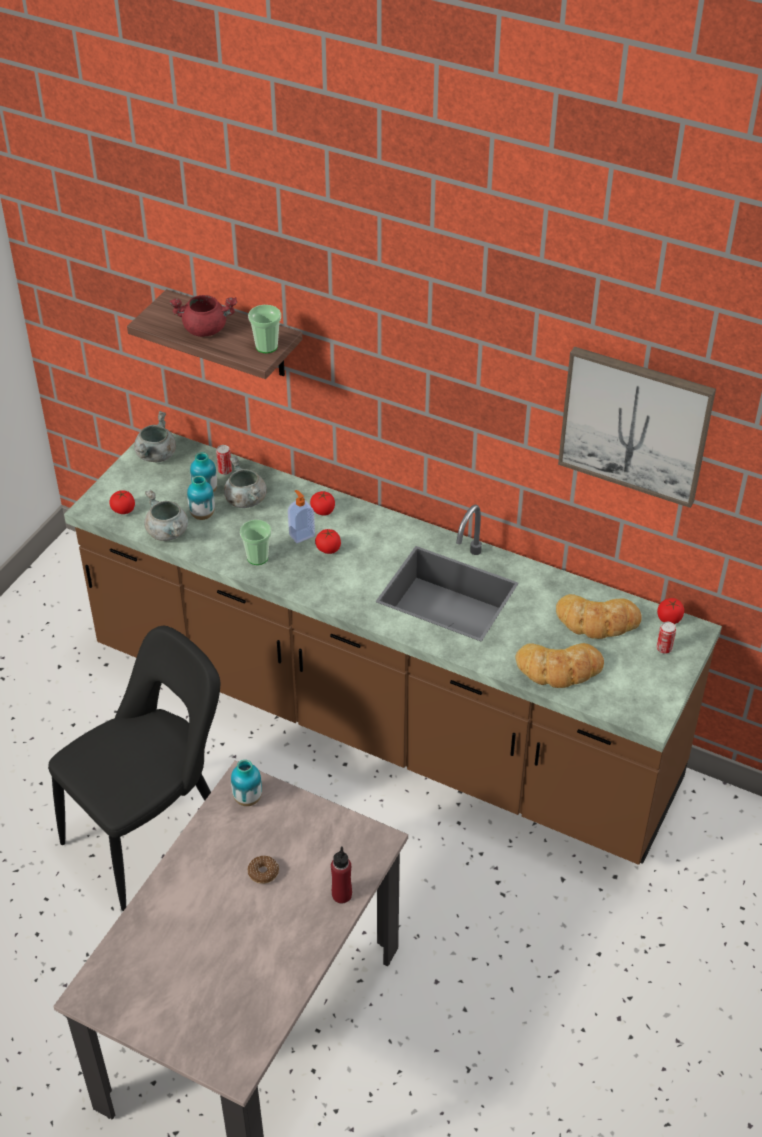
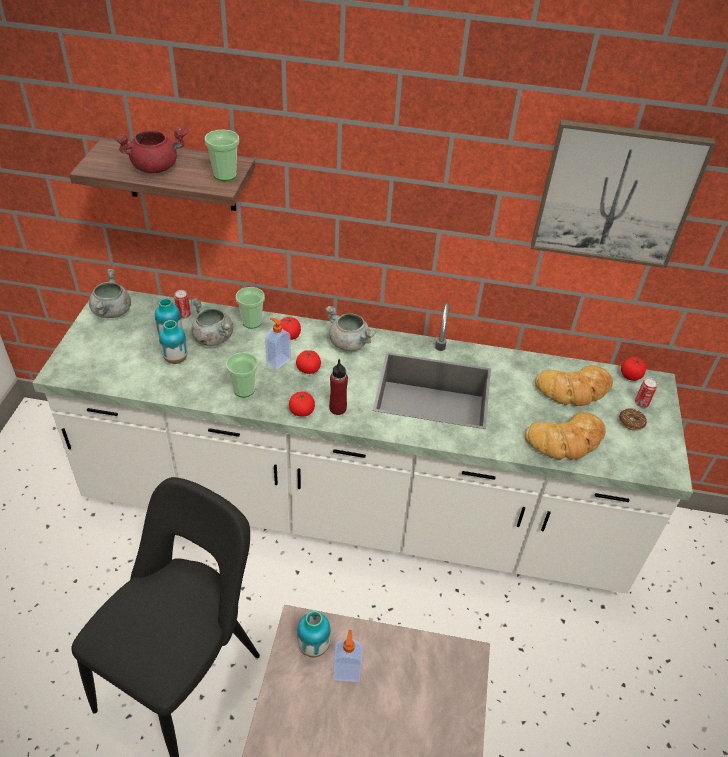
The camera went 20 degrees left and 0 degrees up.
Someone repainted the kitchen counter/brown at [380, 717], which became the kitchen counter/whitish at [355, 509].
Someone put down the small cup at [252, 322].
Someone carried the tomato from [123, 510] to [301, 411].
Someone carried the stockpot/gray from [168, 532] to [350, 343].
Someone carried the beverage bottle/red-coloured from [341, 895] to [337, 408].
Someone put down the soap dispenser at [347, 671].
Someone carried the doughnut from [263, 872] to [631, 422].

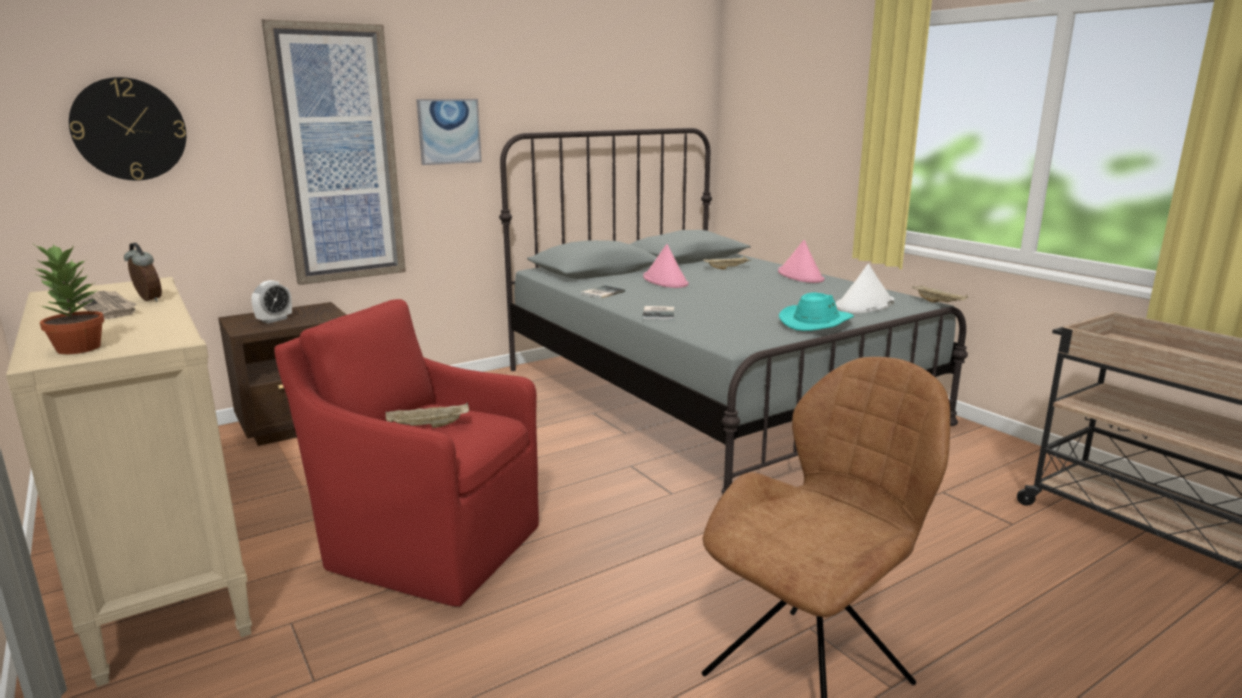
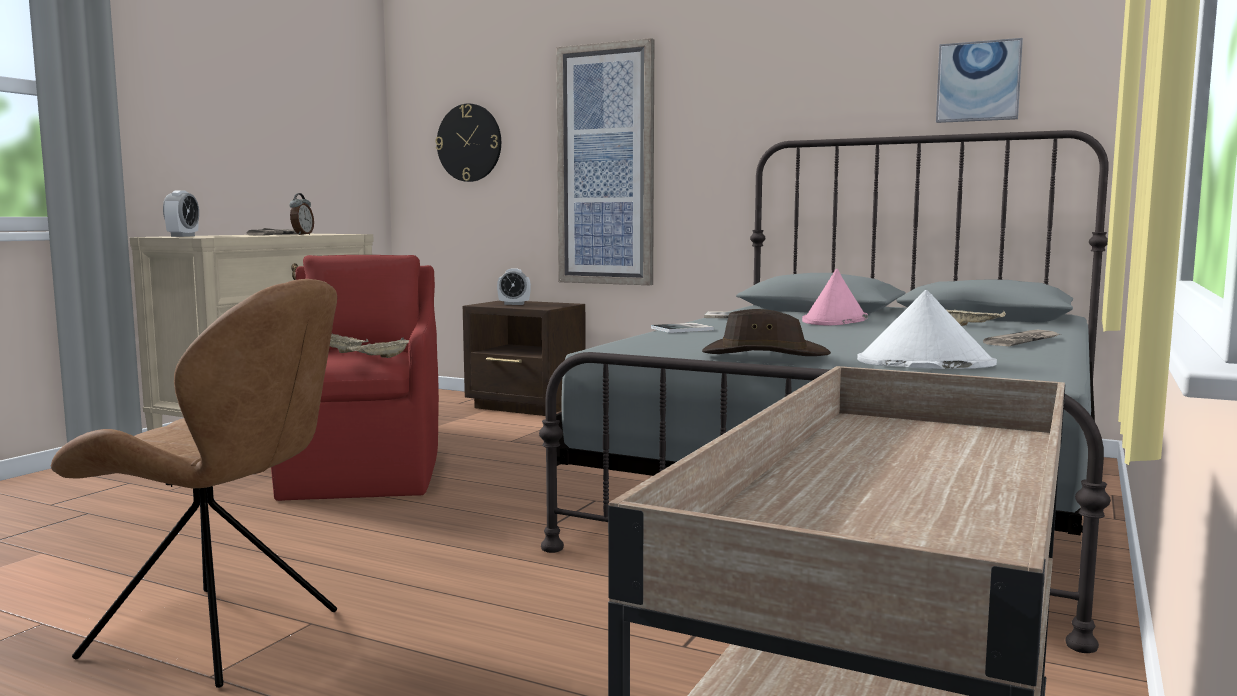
The camera went 60 degrees right and 10 degrees down.
Someone swapped the plant in a pot at [78, 348] for the table clock at [183, 236].
Someone carried the serving tray/beige from [939, 303] to [381, 358].
Someone repainted the wearable hat/turquoise at [816, 322], which became the wearable hat/brown at [764, 355].
Someone carried the wall picture from [449, 131] to [978, 81].
Someone swapped the wearable hat/pink-coloured at [800, 276] for the newspaper at [1023, 341].

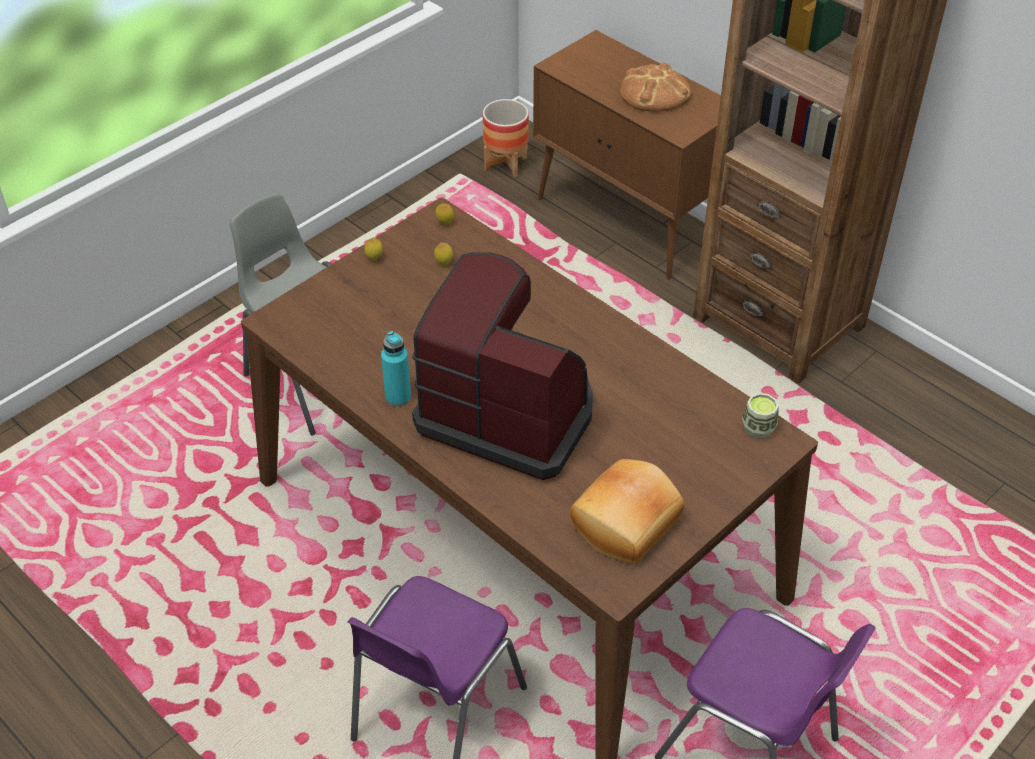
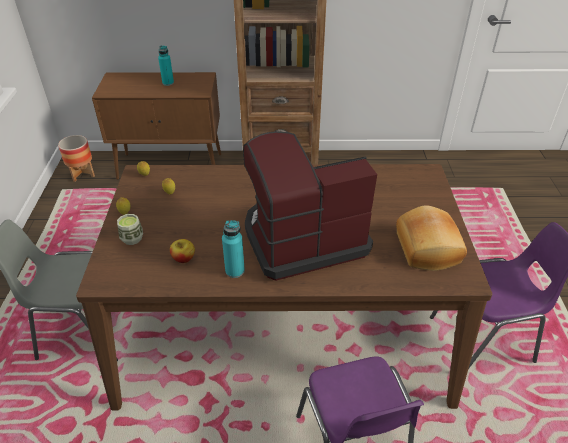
The camera went 45 degrees left and 5 degrees down.
Someone carried the small cup from [758, 428] to [132, 238].
Someone swapped the bread at [654, 92] for the beverage bottle/turquoise at [168, 83].
Someone put down the apple at [183, 258].

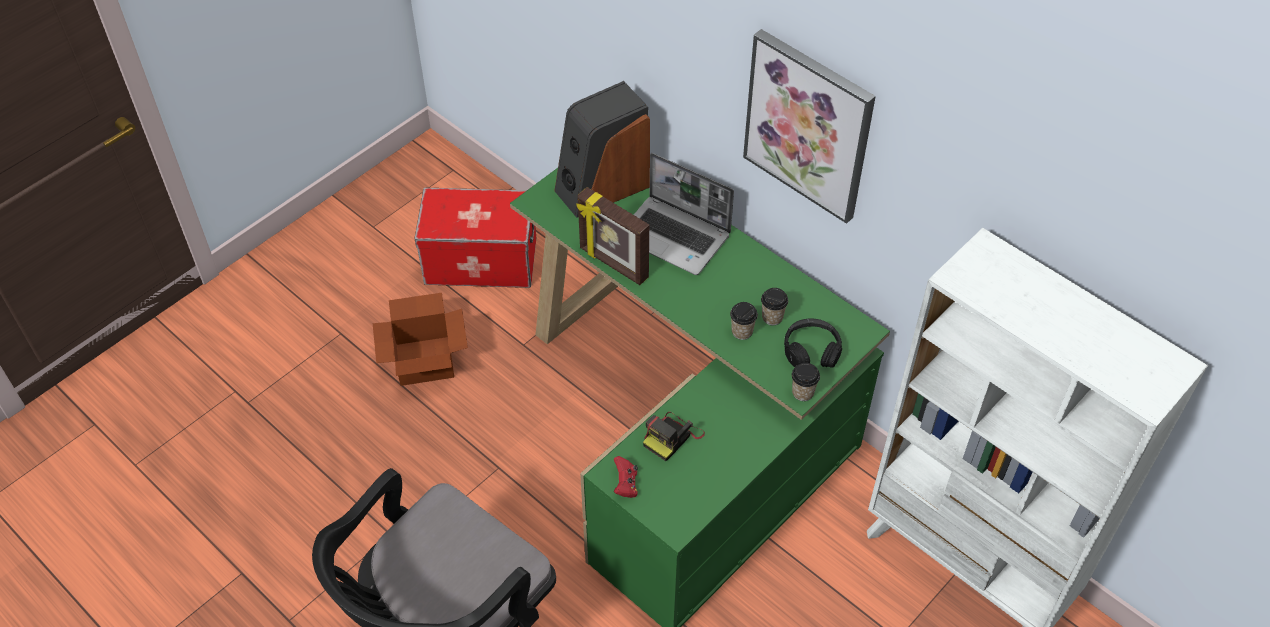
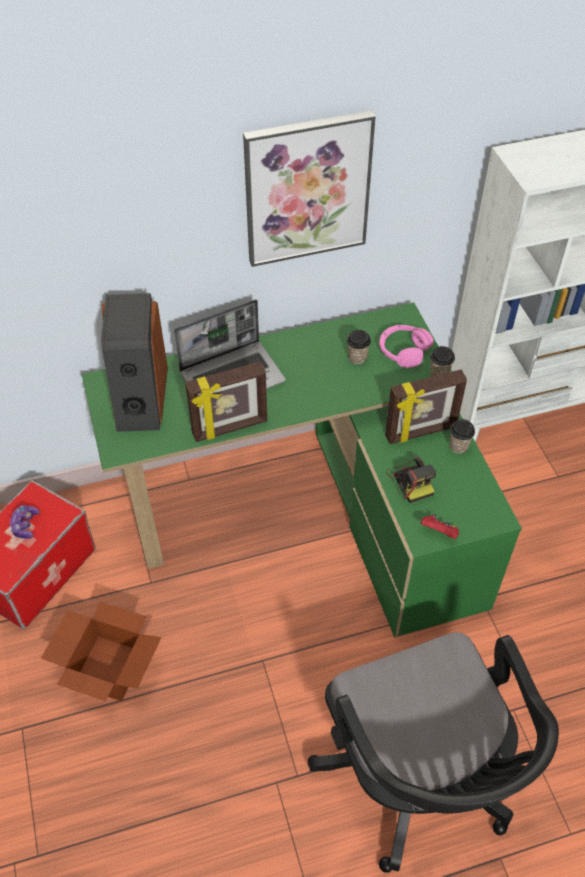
The camera went 60 degrees left and 0 degrees up.
Someone put down the game controller at [25, 525].
Someone repainted the headset/black-coloured at [811, 350], which became the headset/pink-coloured at [403, 351].
Someone put down the standing frame at [421, 432].
Someone carried the small cup from [742, 331] to [458, 446].

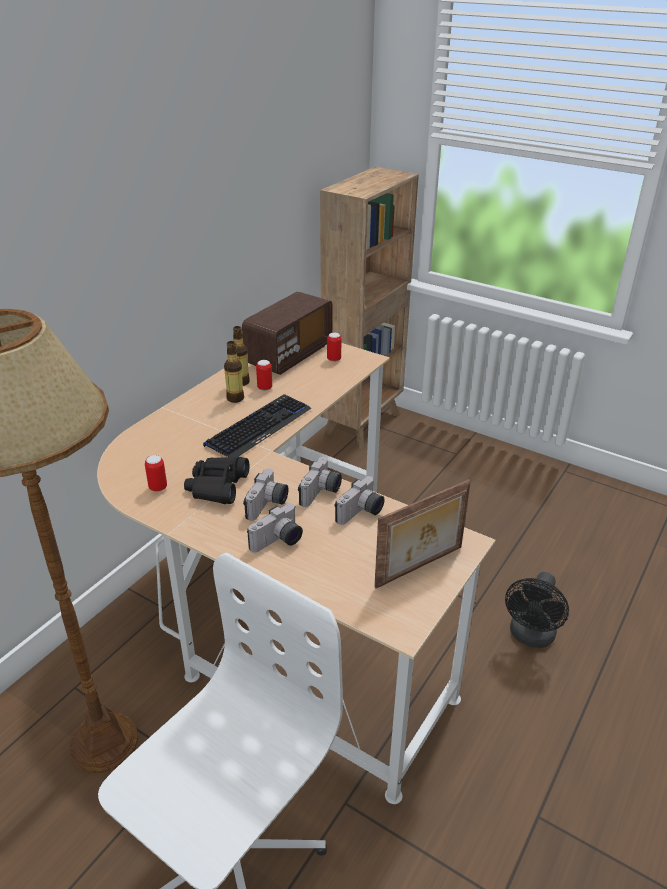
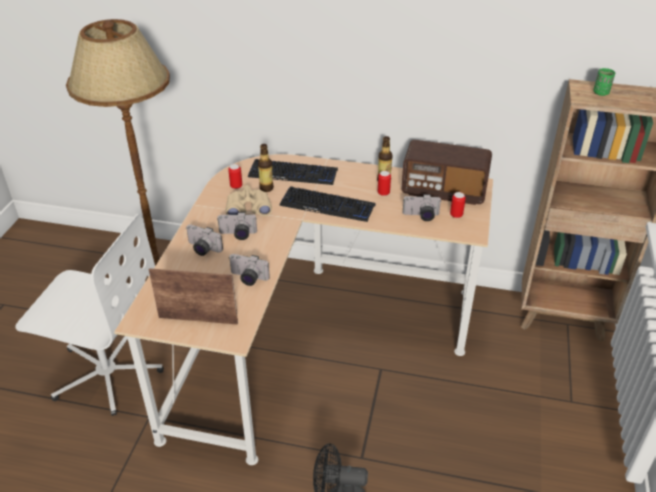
The camera went 70 degrees right and 5 degrees up.
Someone rotated the standing frame at [420, 568] by 150 degrees clockwise.
Someone repainted the pair of binoculars/black-coloured at [217, 486], which became the pair of binoculars/beige at [248, 208].
Someone put down the computer keyboard at [293, 174].
Someone carried the beverage bottle from [235, 398] to [266, 188].
Someone carried the still camera from [321, 493] to [421, 216].
Someone put down the small cup/green at [601, 93].

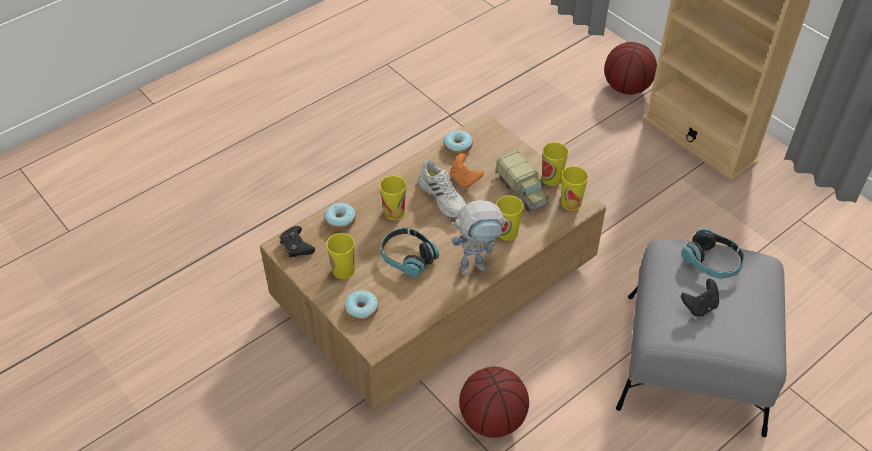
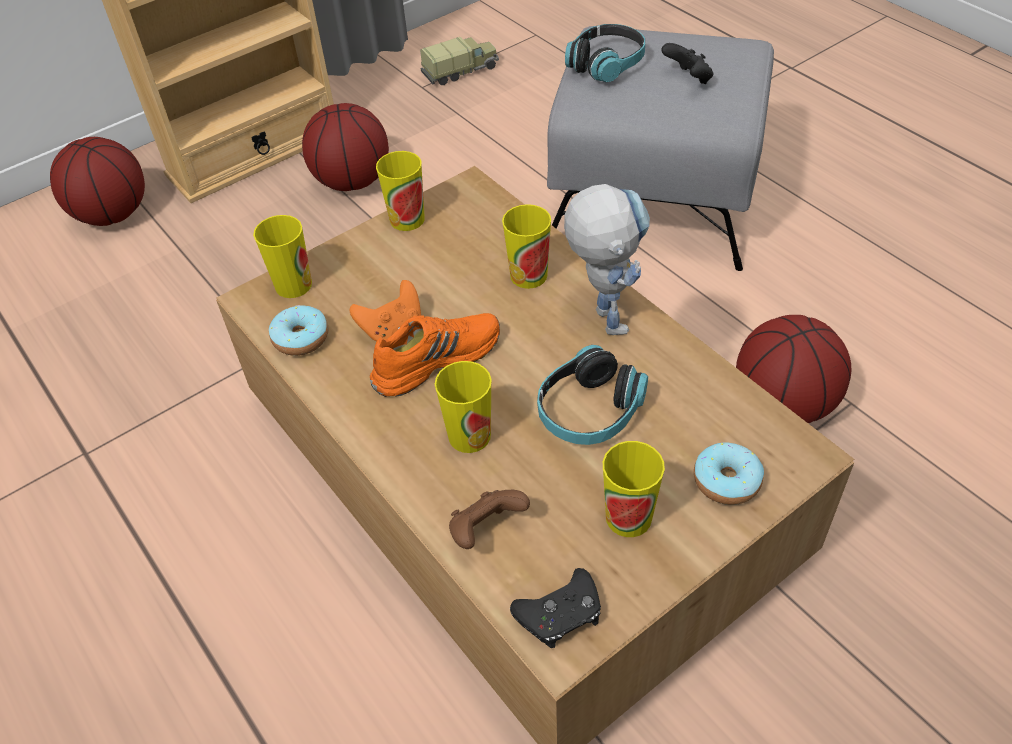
The camera went 85 degrees left and 0 degrees up.
Someone carried the small cup from [570, 203] to [293, 285].
Someone put down the basketball ball at [352, 181].
Someone repainted the low shoe/whitish at [443, 197], which became the low shoe/orange-coloured at [436, 359].
Someone carried the model truck from [522, 191] to [461, 71].
Someone swapped the doughnut at [340, 220] for the game controller/brown at [486, 530].

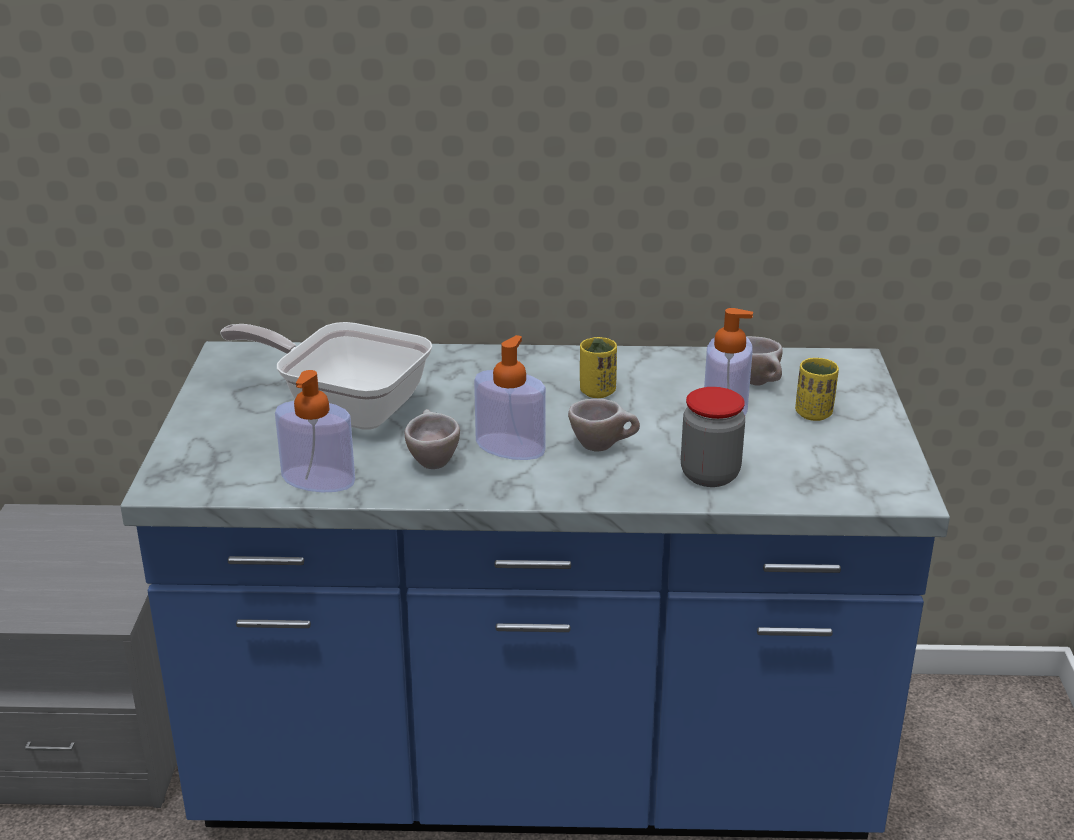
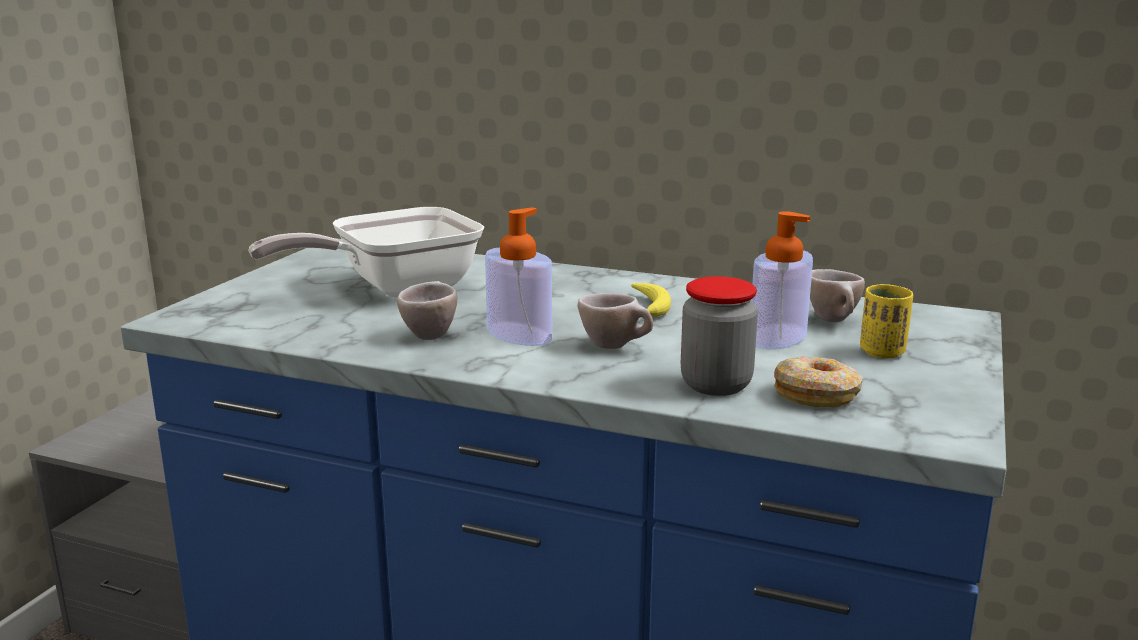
The camera went 20 degrees right and 10 degrees down.
Someone rotated the pan at [345, 408] by 75 degrees counterclockwise.
Someone swapped the small cup/yellow at [597, 392] for the banana at [650, 307].
Someone put down the doughnut at [816, 395].
Someone took away the soap dispenser at [318, 479].

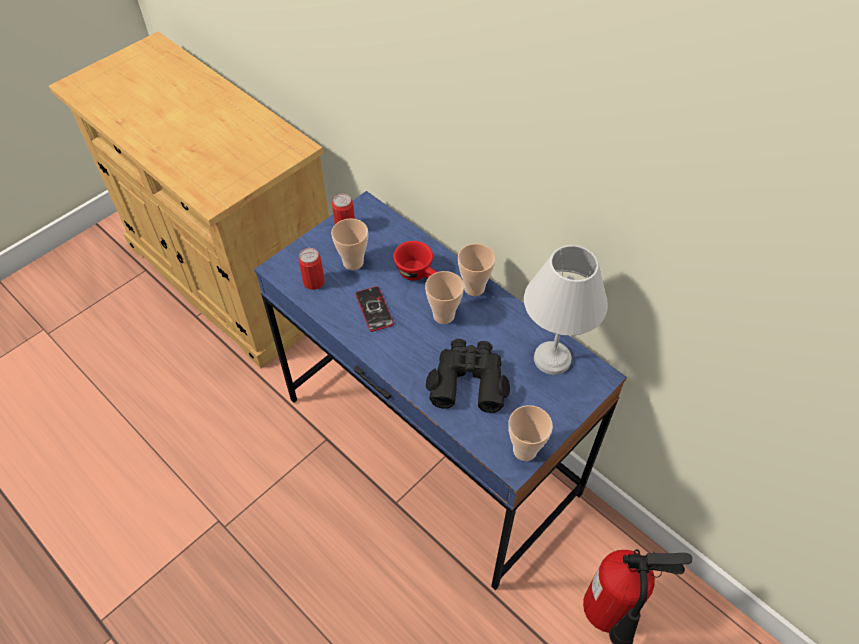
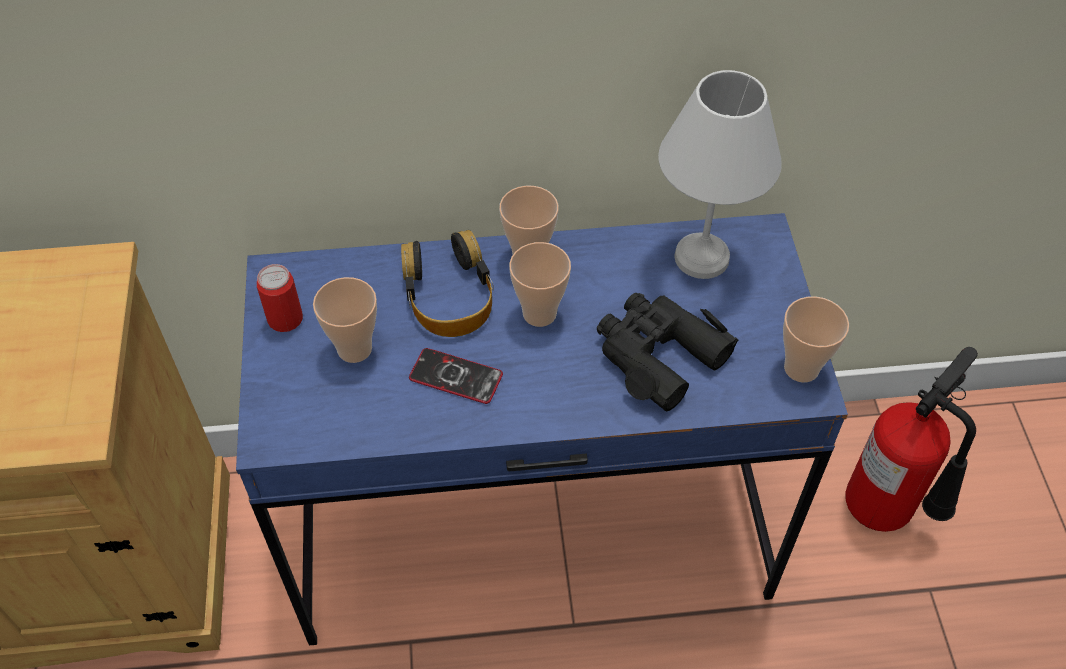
The camera went 50 degrees left and 0 degrees up.
Someone swapped the small cup/red-coloured at [418, 274] for the headset at [448, 294].
Someone took away the sealed can at [314, 282].

